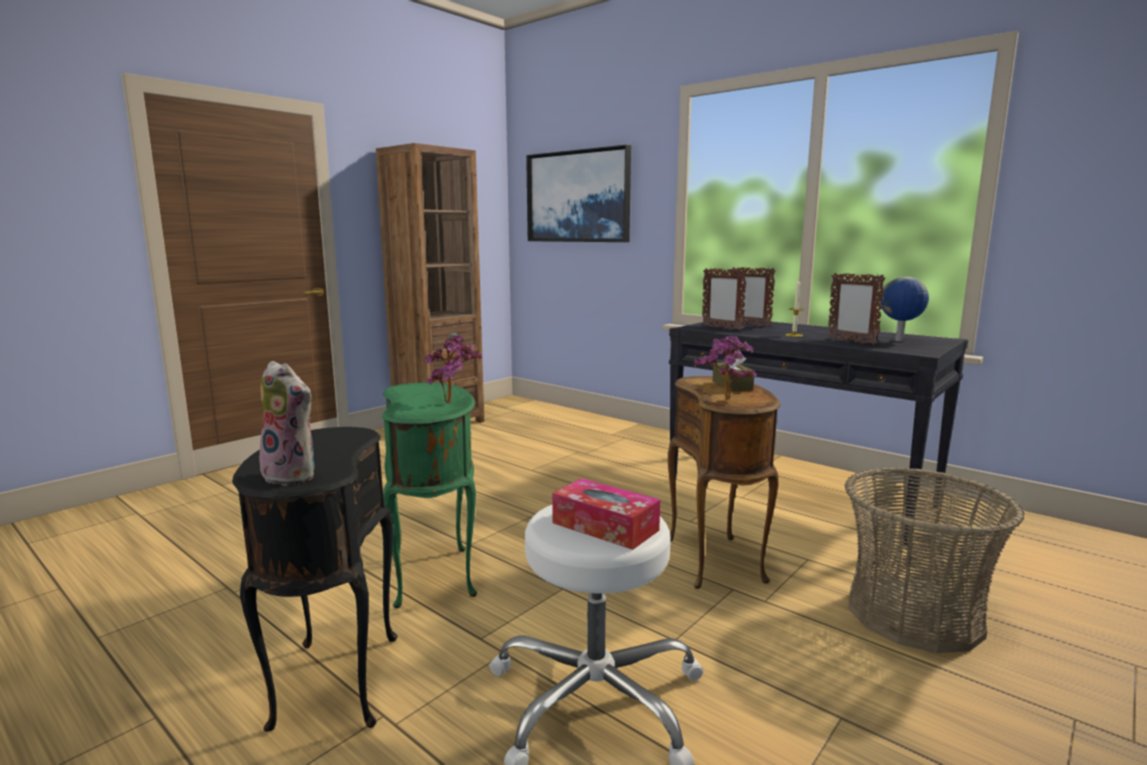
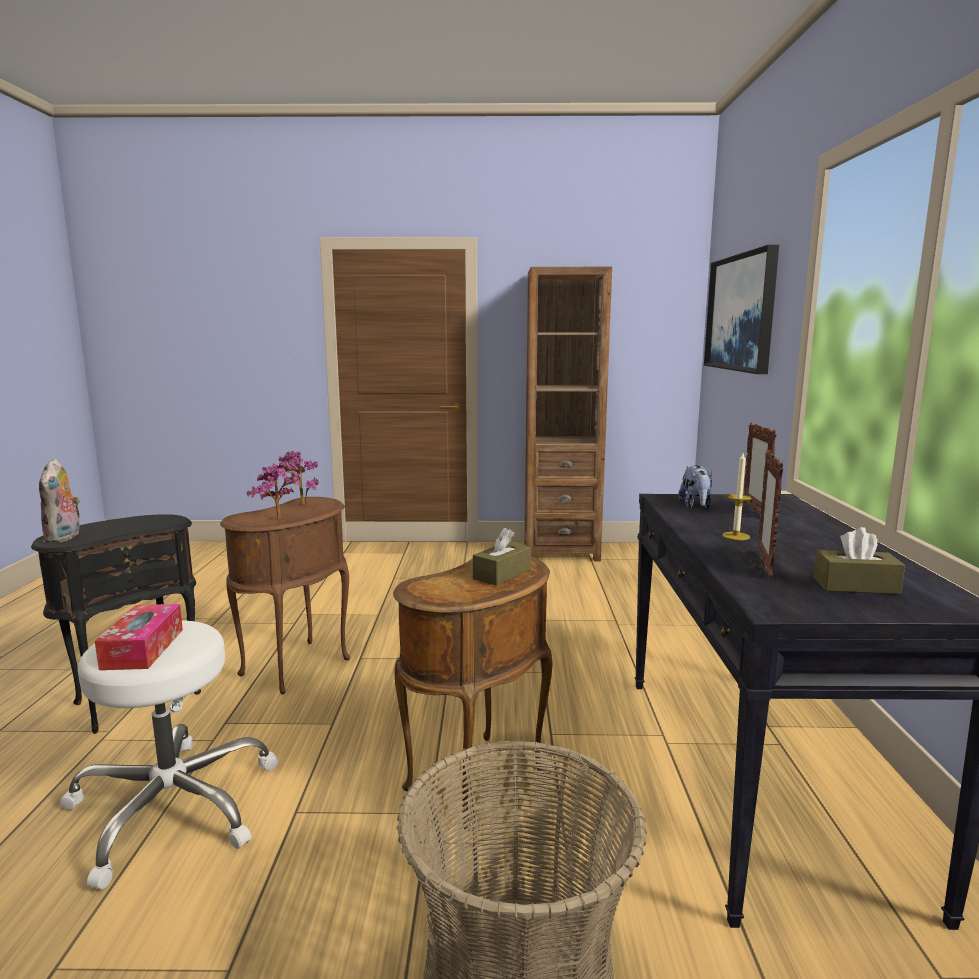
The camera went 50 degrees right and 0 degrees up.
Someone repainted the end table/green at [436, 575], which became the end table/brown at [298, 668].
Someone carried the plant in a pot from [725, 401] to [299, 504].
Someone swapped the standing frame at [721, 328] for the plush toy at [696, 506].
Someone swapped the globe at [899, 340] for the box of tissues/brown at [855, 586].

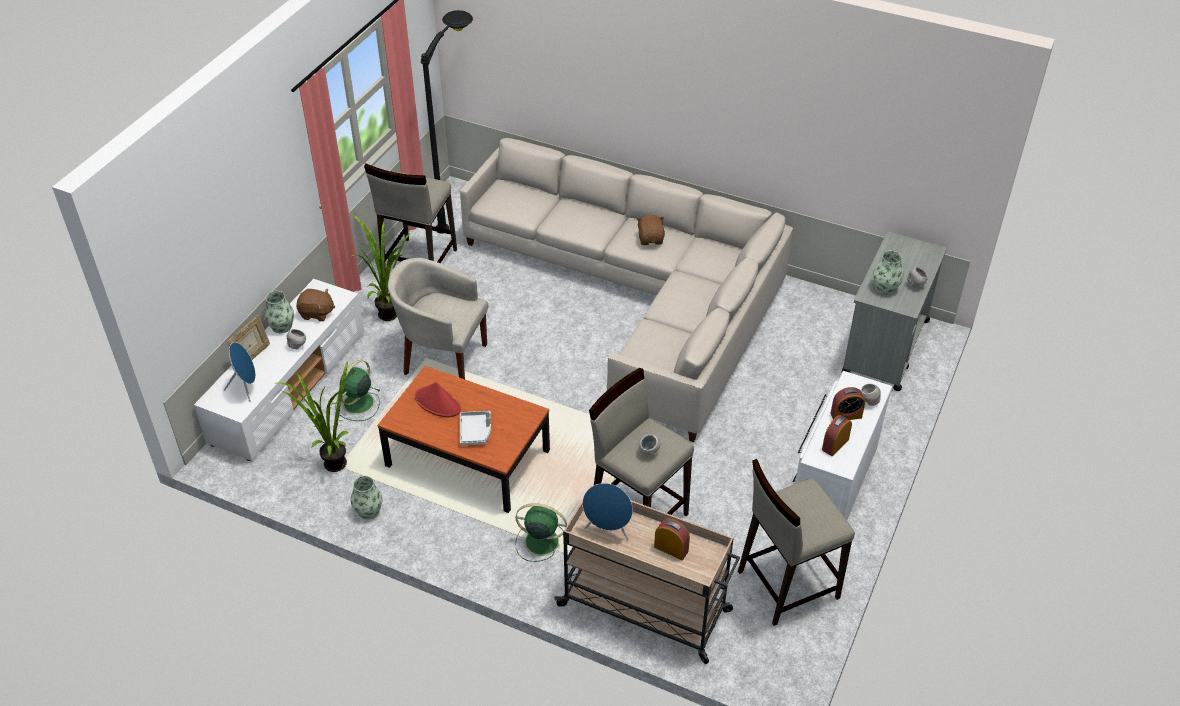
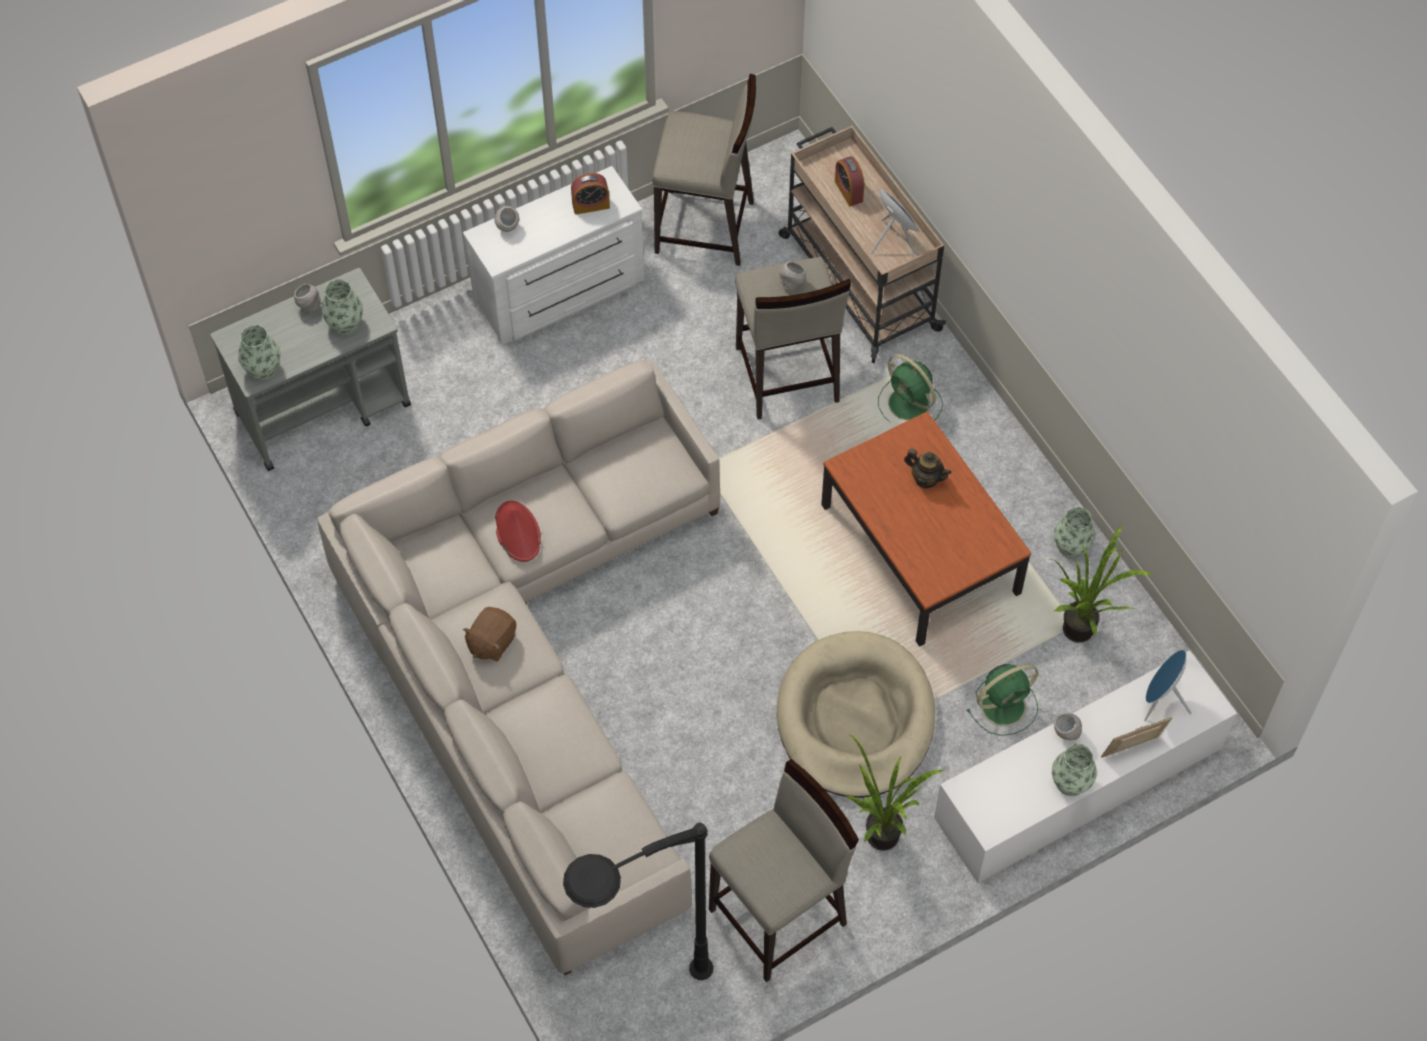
The camera went 145 degrees left and 15 degrees up.
Someone put down the vase at [262, 368].
Someone carried the wearable hat/red-coloured from [438, 403] to [517, 532].
Someone swapped the easy chair/beige at [442, 356] for the dog cushion/beige at [855, 718].
Someone swapped the serving tray/gray at [475, 432] for the pot for tea at [926, 478].
Someone took away the plush toy/brown at [316, 313].
Someone took away the table clock at [846, 415].

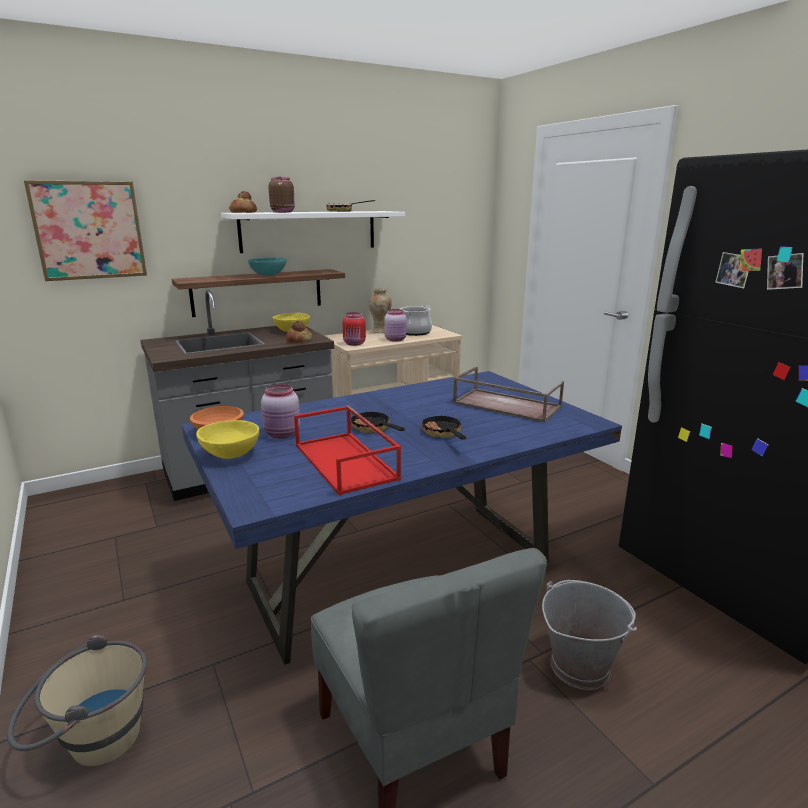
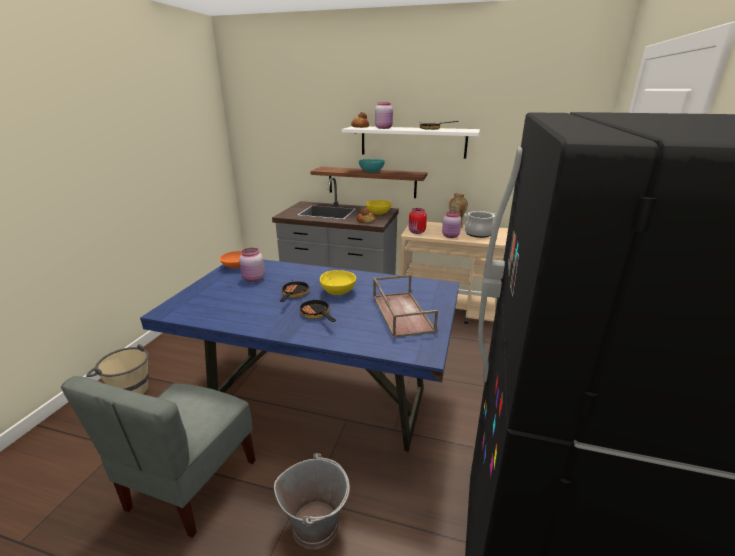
The camera went 45 degrees right and 5 degrees up.
Someone rotated the pan at [443, 434] by 60 degrees counterclockwise.
Someone carried the serving bowl/yellow from [231, 455] to [338, 292].
Someone repainted the storage jar/brown at [283, 212], which became the storage jar/pink-coloured at [384, 128].
Someone took away the wall picture at [89, 230].
Someone took away the serving tray/red-coloured at [347, 461].

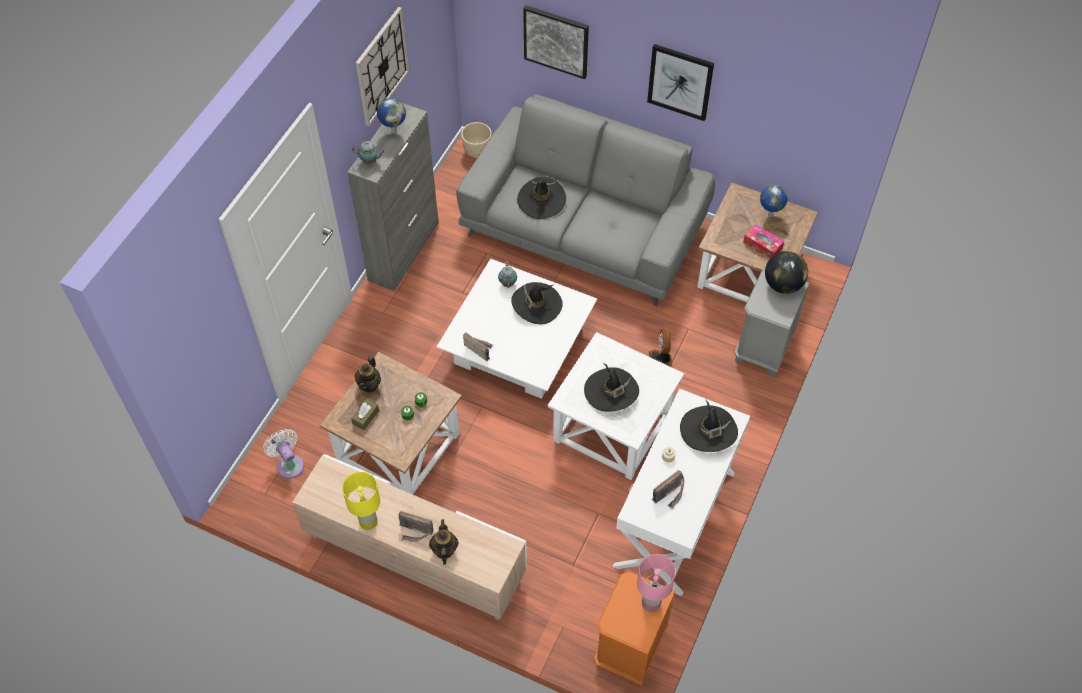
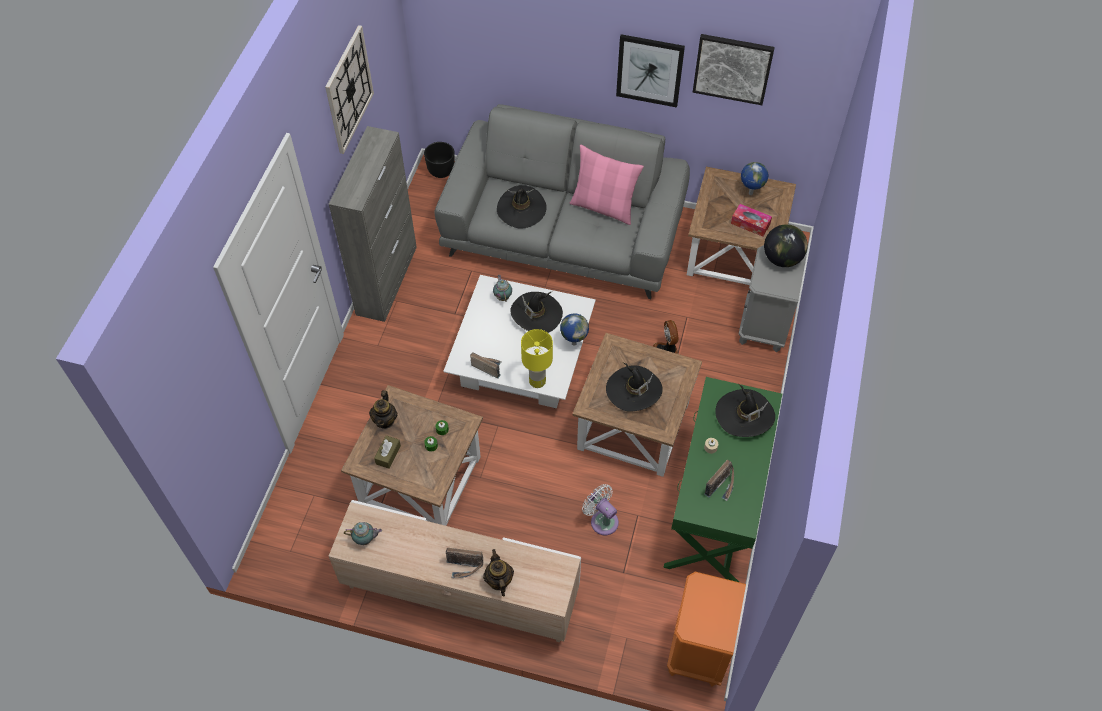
The camera went 10 degrees left and 0 degrees up.
Someone carried the pot for tea from [370, 161] to [365, 539].
Someone repainted the planter/beige at [477, 151], which became the planter/black-coloured at [441, 171].
Someone carried the lamp for a table/yellow from [368, 522] to [537, 381].
Someone carried the globe from [394, 131] to [573, 343].
Someone put down the pillow/pink-coloured at [603, 207].
Someone repainted the end table/whitish at [612, 425], which became the end table/brown at [632, 424].
Someone carried the electric fan/whitish from [289, 464] to [602, 520].
Someone repainted the narrow table/whitish at [675, 519], which became the narrow table/green at [715, 509].
Someone carried the wall picture from [556, 41] to [732, 68].
Someone took away the lamp for a table/pink-coloured at [651, 603].

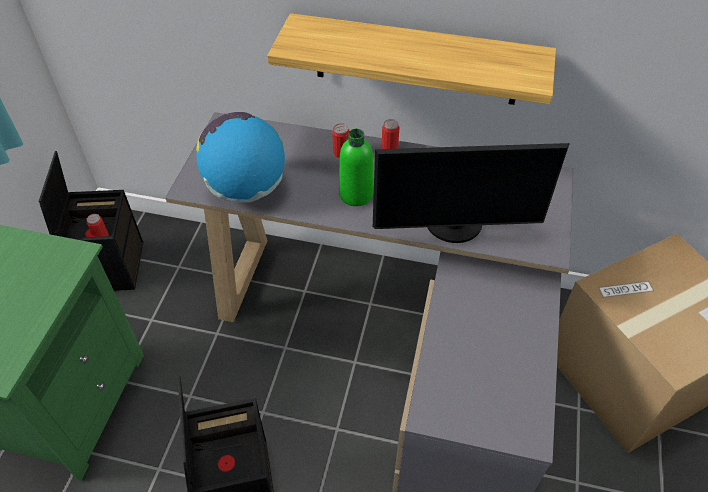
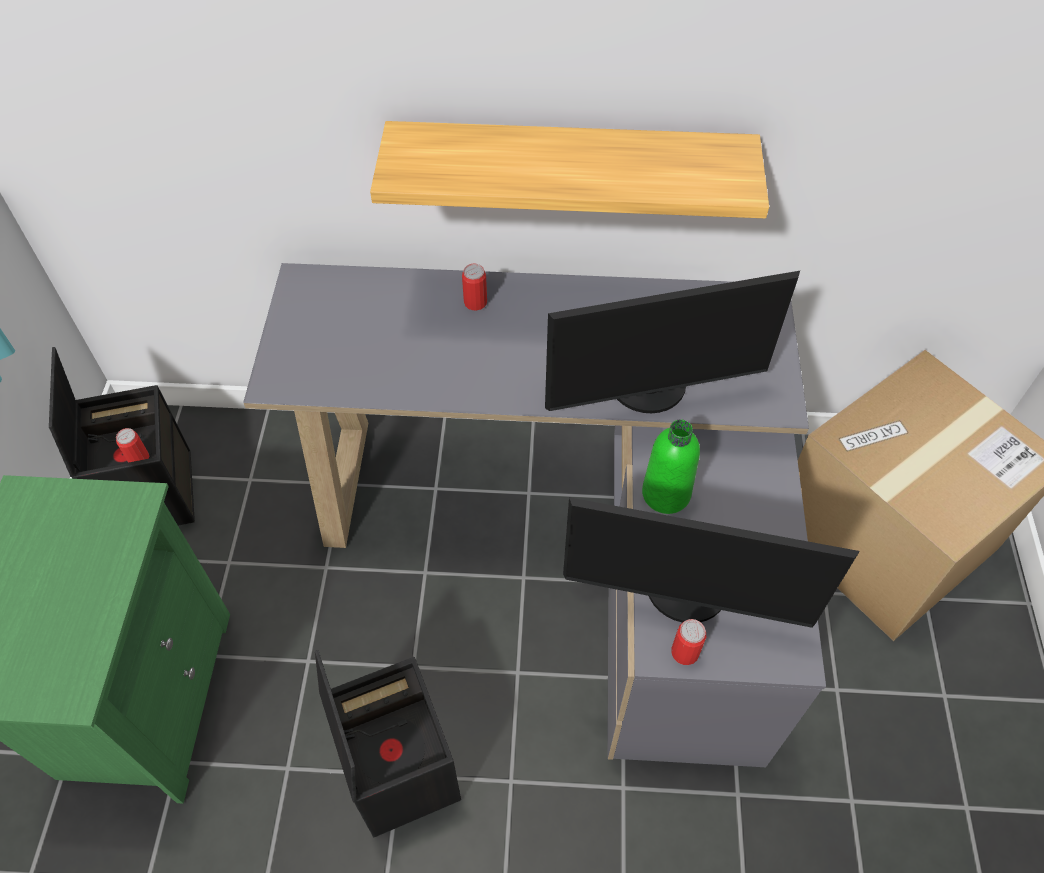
The camera went 10 degrees left and 5 degrees up.
Someone put down the computer screen at [686, 593].
Someone carried the beverage bottle/green from [356, 194] to [666, 494].
Someone carried the sealed can from [389, 148] to [685, 652].
Someone took away the globe at [246, 188].

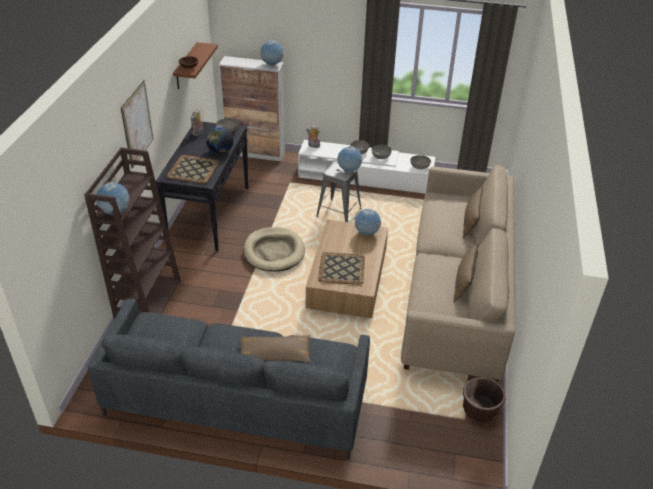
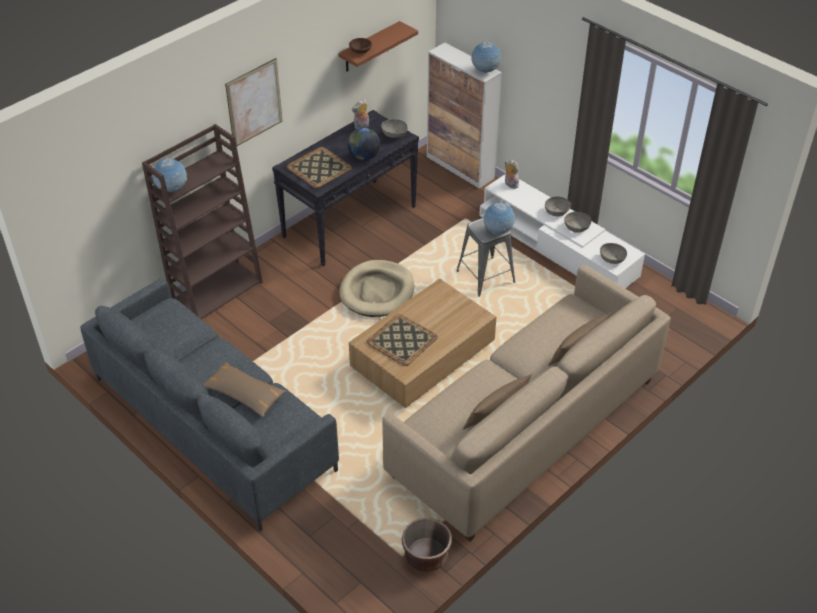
The camera went 35 degrees right and 5 degrees up.
Someone took away the globe at [367, 233].

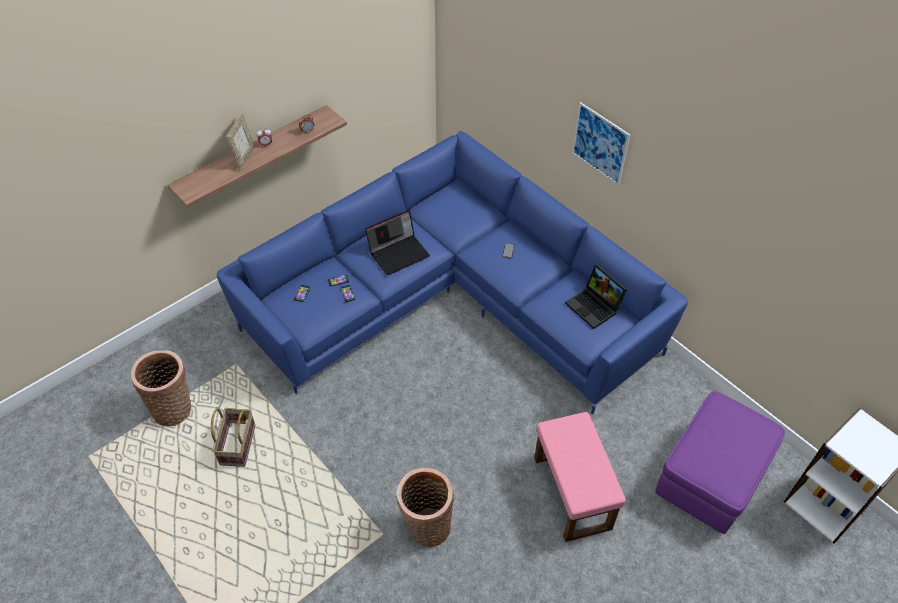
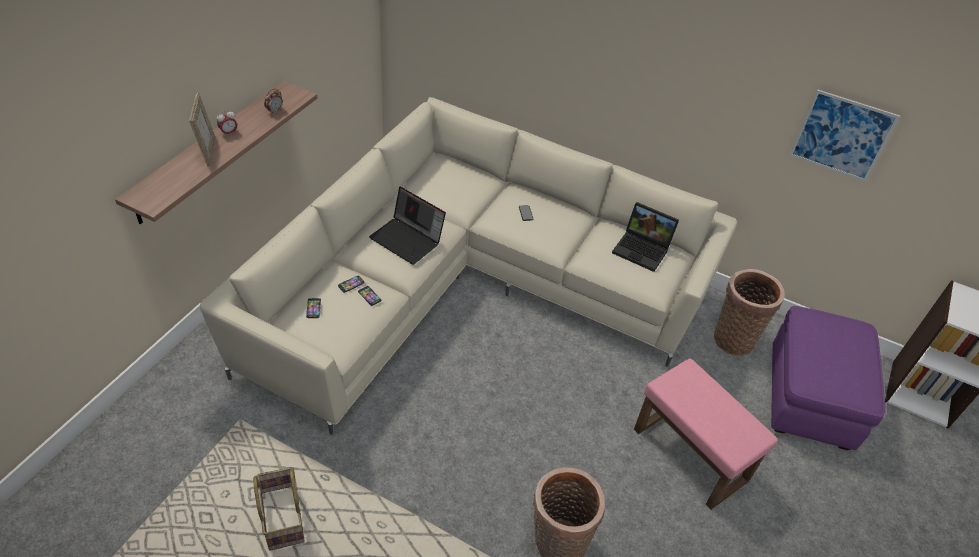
The camera went 25 degrees left and 5 degrees down.
Someone repainted the sofa/blue at [452, 300], which became the sofa/beige at [466, 285].
Someone rotated the laptop at [399, 253] by 90 degrees clockwise.
Someone carried the storage basket from [174, 408] to [734, 337].
Someone carried the wall picture from [600, 144] to [842, 136].

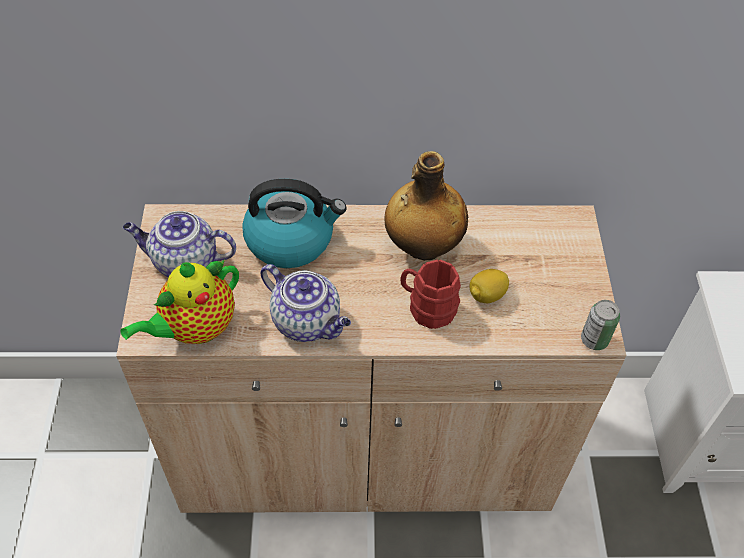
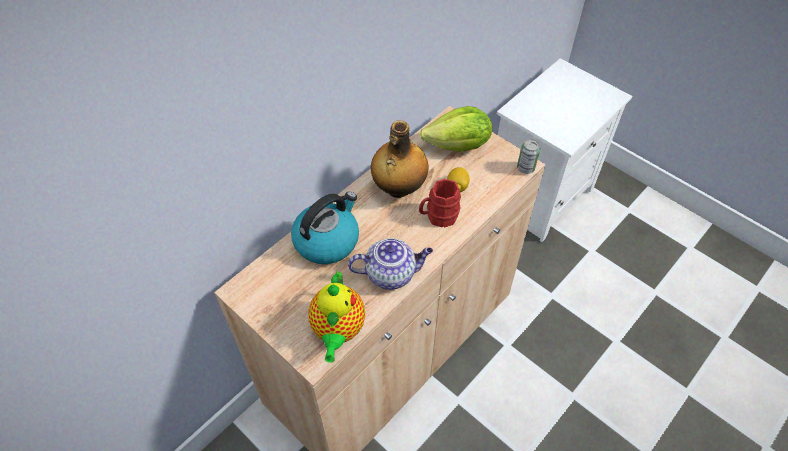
The camera went 45 degrees left and 0 degrees up.
Someone put down the lettuce at [458, 146].
Someone took away the pot for tea at [184, 262].

